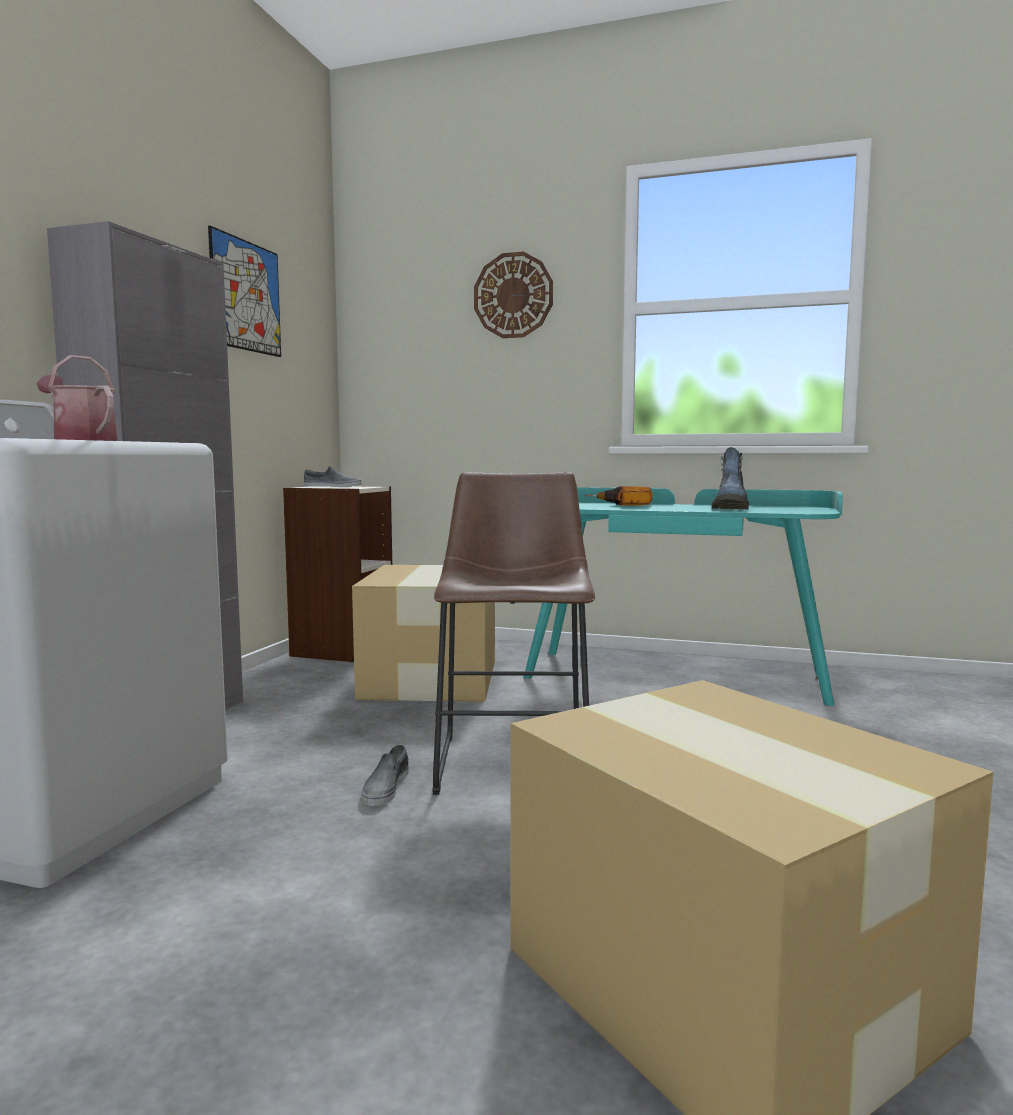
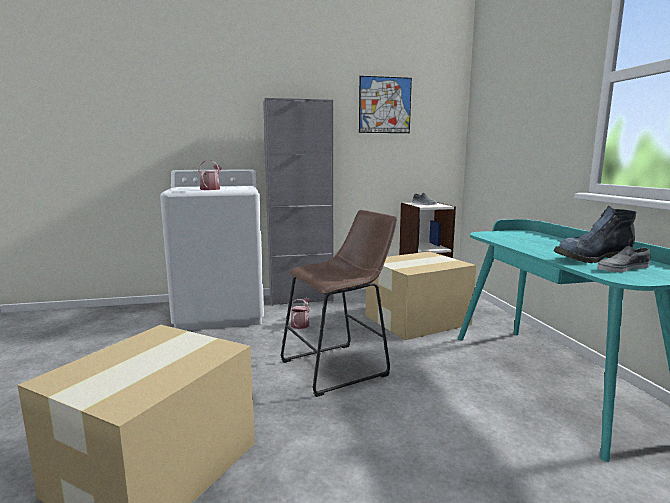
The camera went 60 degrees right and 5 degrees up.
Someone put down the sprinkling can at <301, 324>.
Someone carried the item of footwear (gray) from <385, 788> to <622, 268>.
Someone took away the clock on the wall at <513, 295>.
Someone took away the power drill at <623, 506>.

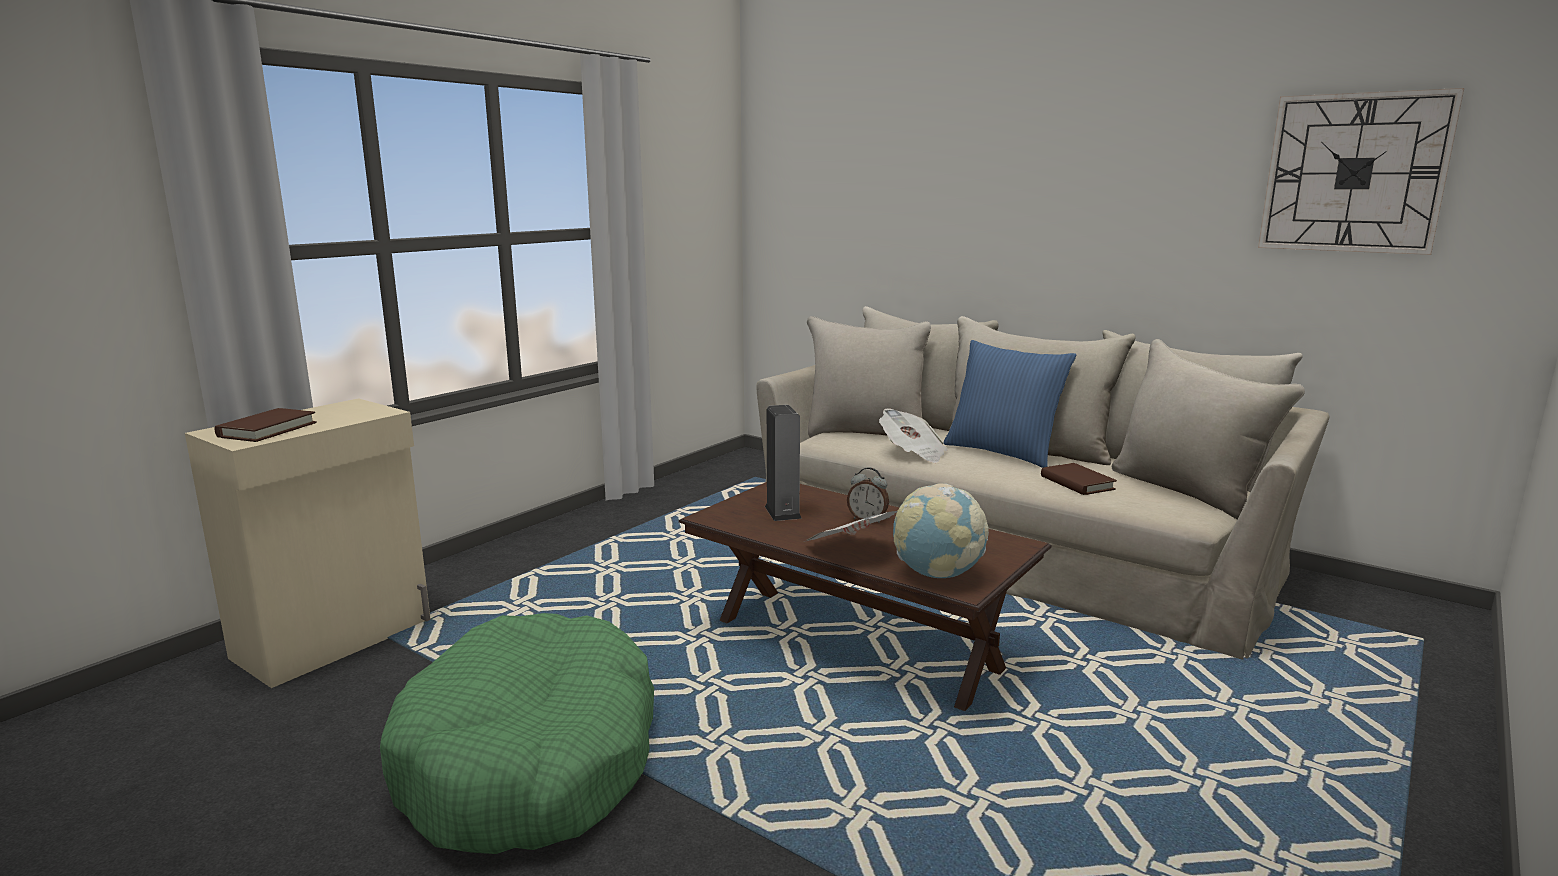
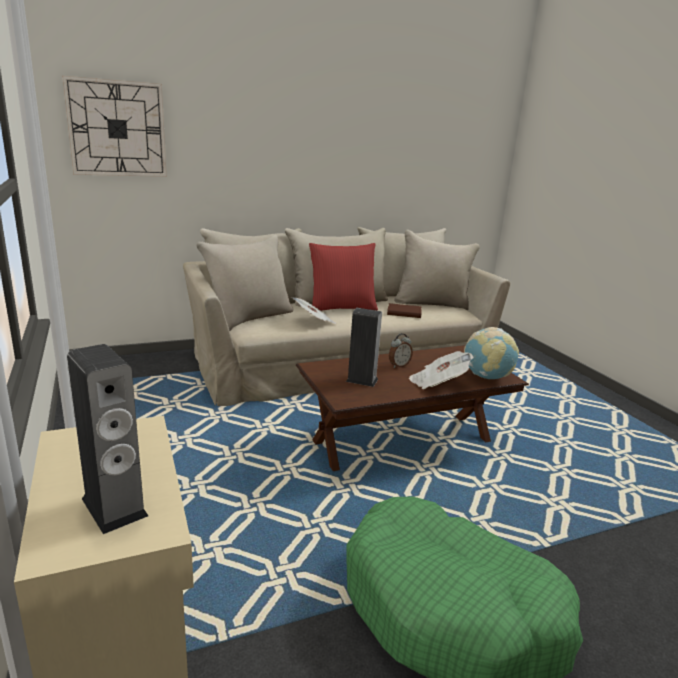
The camera went 60 degrees left and 5 degrees up.
Someone carried the clock on the wall from <1354, 173> to <117, 129>.
Someone swapped the bound book (brownish) at <267, 430> for the loudspeaker at <114, 507>.
Someone repainted the throw pillow (blue) at <1003, 452>, which became the throw pillow (reddish) at <341, 307>.

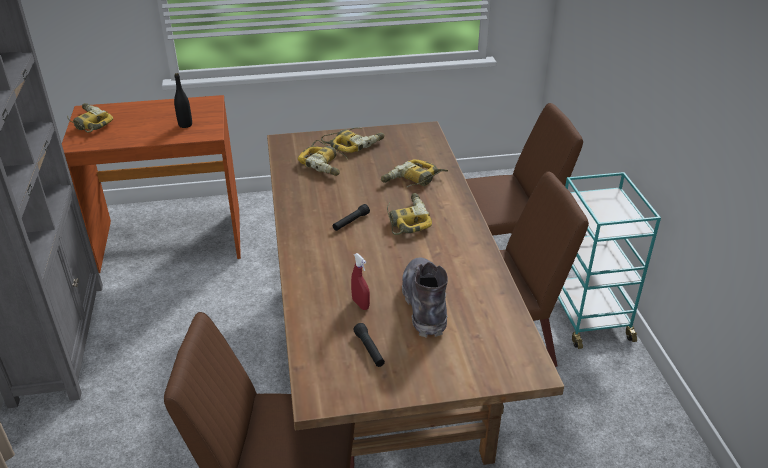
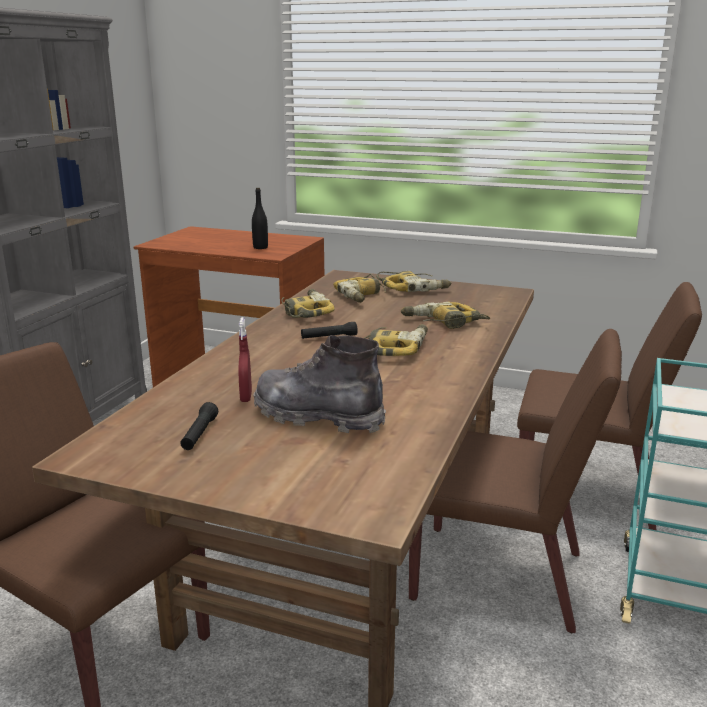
The camera went 30 degrees right and 15 degrees down.
Someone rotated the boot (gray) at <425, 305> by 90 degrees counterclockwise.
Someone carried the power drill from <88, 123> to <304, 312>.

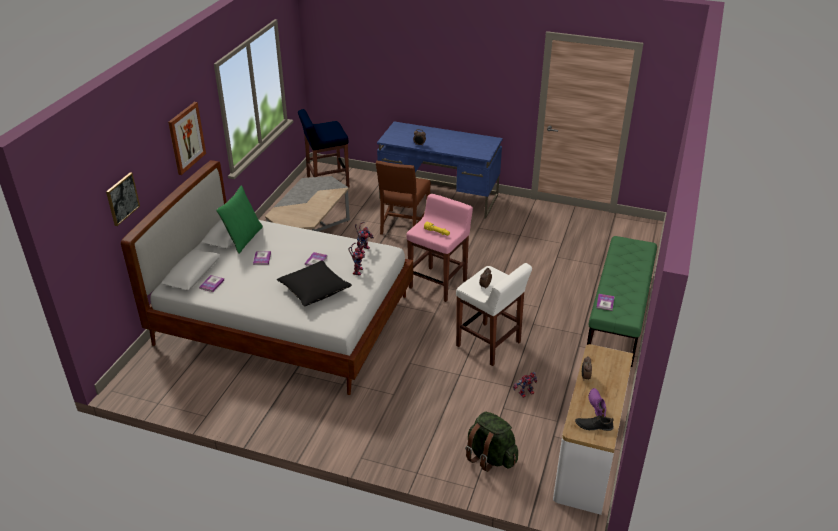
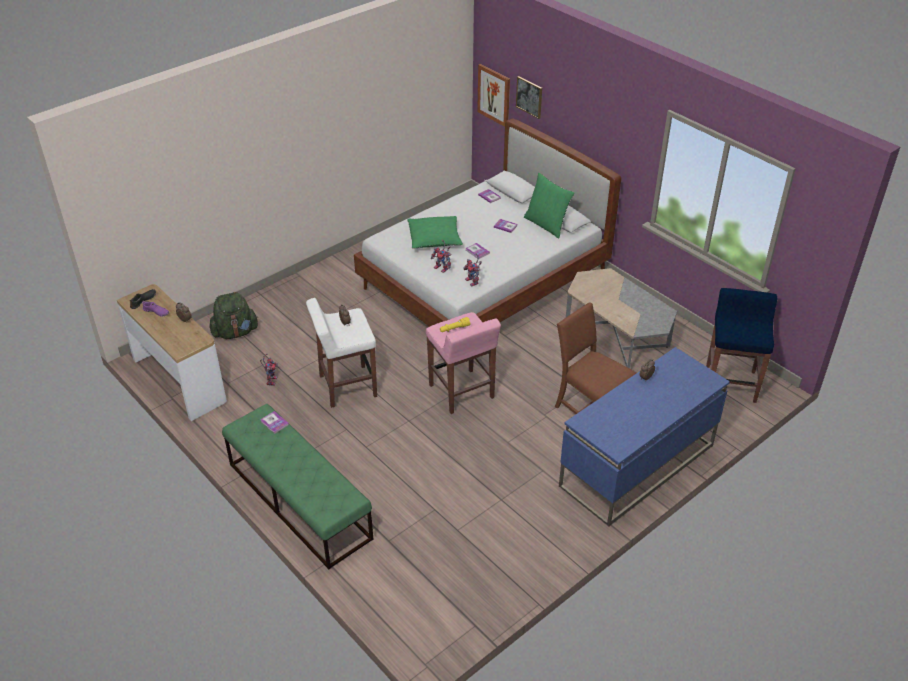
The camera went 120 degrees right and 5 degrees up.
Someone repainted the throw pillow (blackish) at <314, 290>, which became the throw pillow (green) at <434, 239>.
Someone carried the wall art from <186, 138> to <494, 95>.

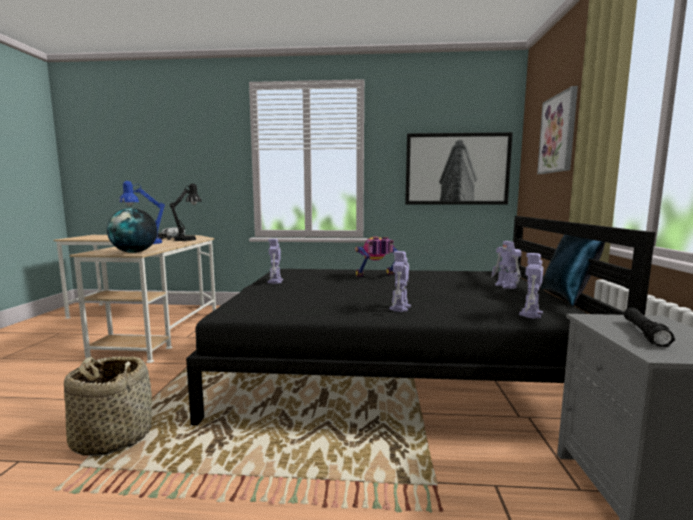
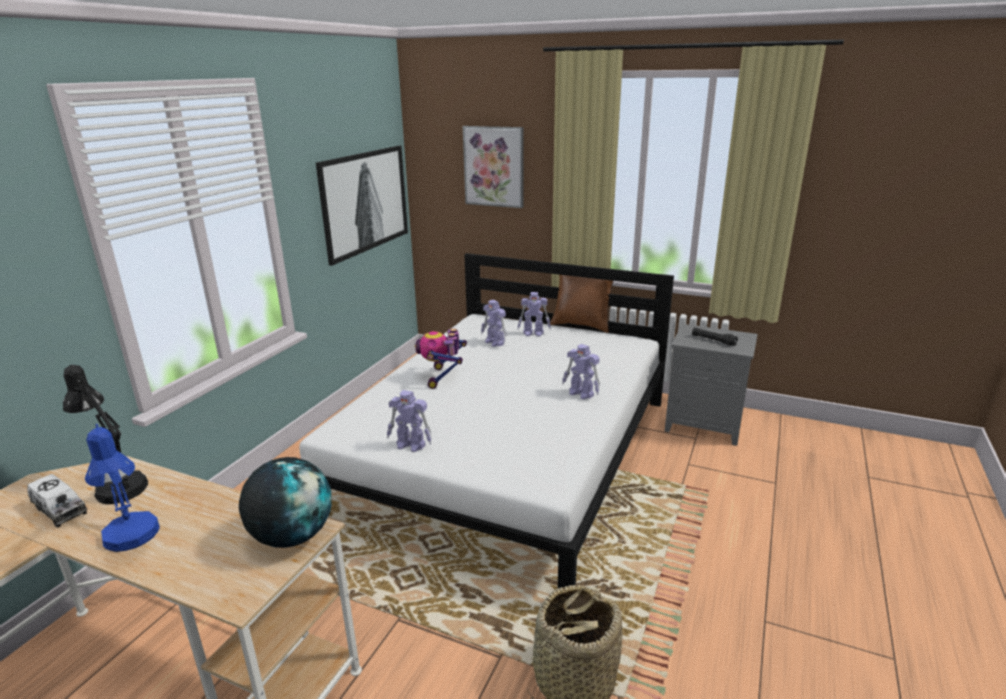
The camera went 70 degrees left and 15 degrees up.
Someone repainted the sleeping bed (blackish) at <394, 366>, which became the sleeping bed (white) at <508, 456>.
Someone carried the robot figure from <530, 314> to <495, 343>.
Someone repainted the throw pillow (blue) at <568, 297>, which became the throw pillow (brownish) at <582, 325>.

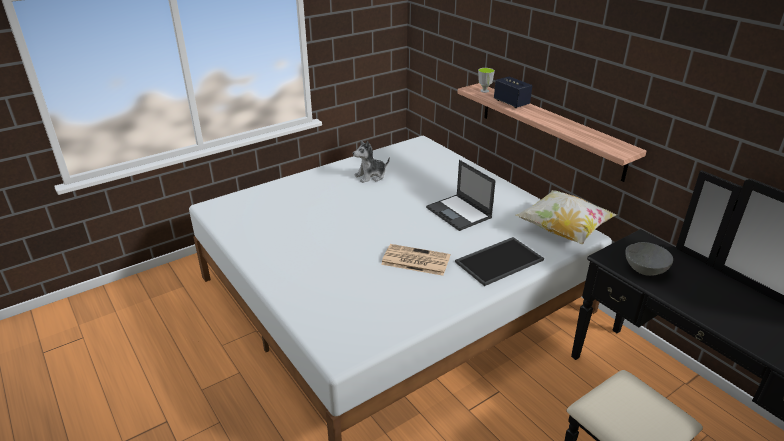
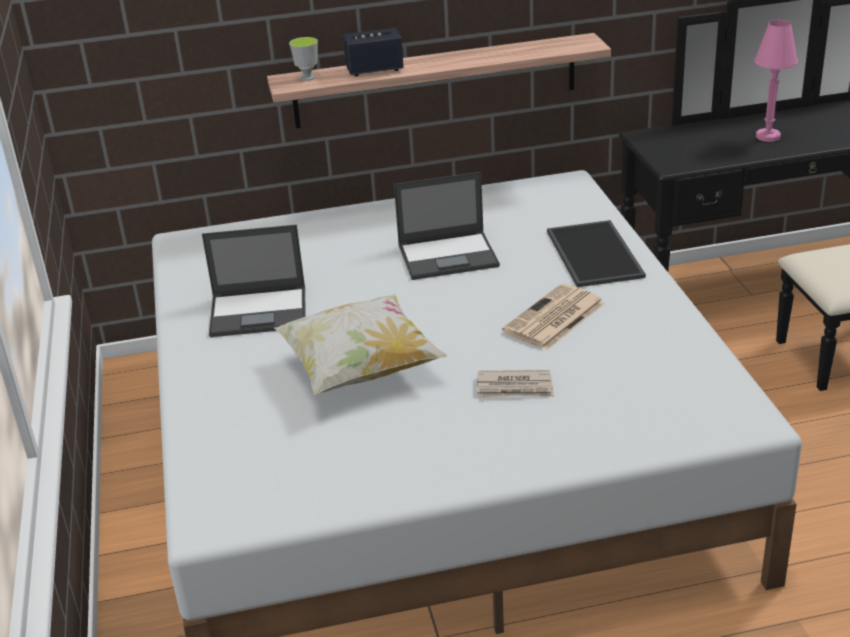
The camera went 65 degrees left and 0 degrees up.
Someone swapped the cuddly toy at <371, 176> for the portable computer at <260, 312>.
Someone carried the throw pillow from <563, 230> to <360, 369>.
Someone put down the daily paper at <515, 387>.
Someone put down the table lamp (pink-coloured) at <768, 136>.
Someone took away the bowl (gray) at <644, 269>.

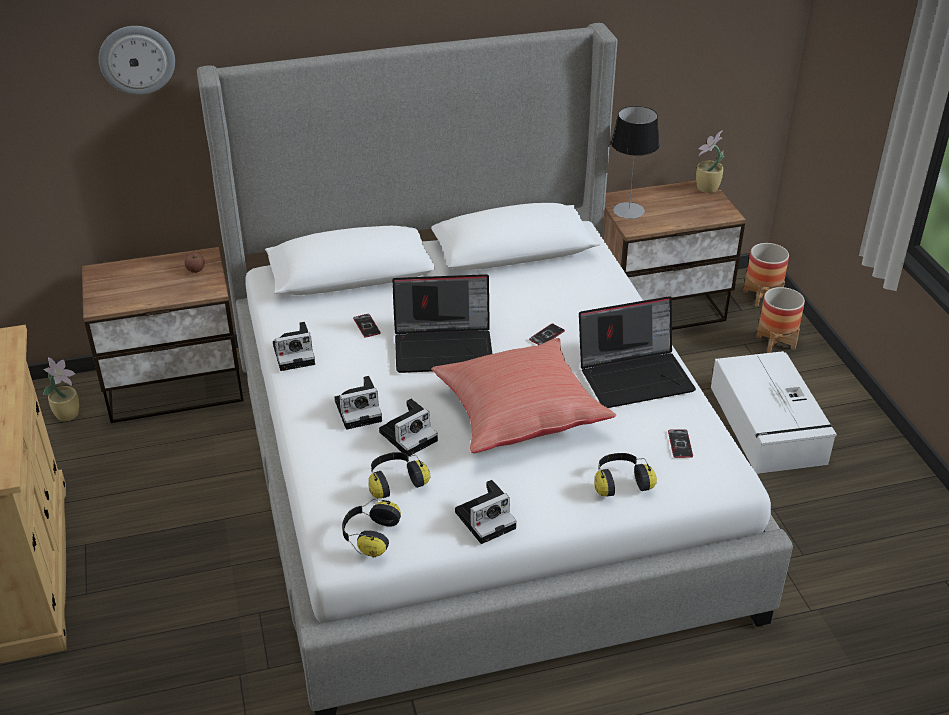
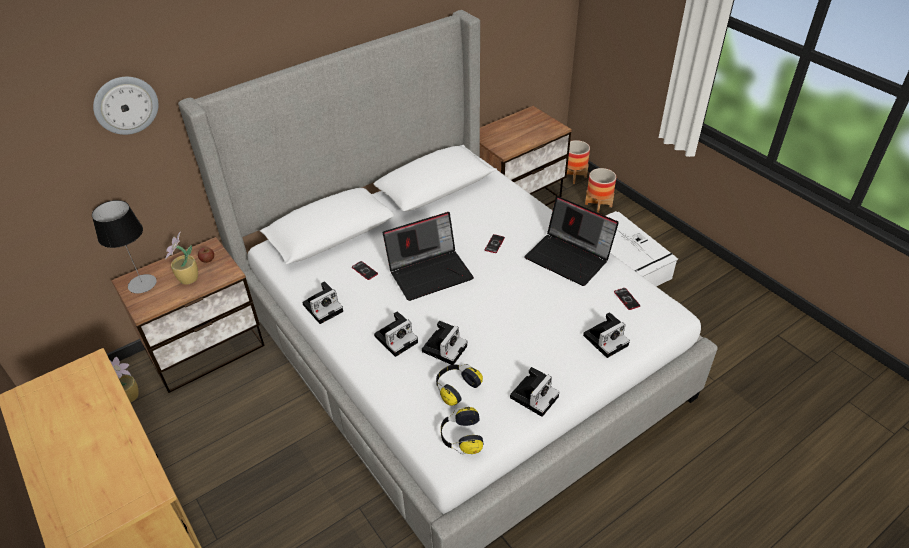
The camera went 20 degrees left and 5 degrees up.
Someone carried the table lamp from <629, 210> to <142, 284>.
Someone carried the potted plant from <706, 189> to <188, 279>.
Someone rotated the portable computer at <635, 376> by 75 degrees clockwise.
Someone swapped the headset at <620, 482> for the photo camera at <606, 339>.
Someone took away the throw pillow (reddish) at <518, 415>.

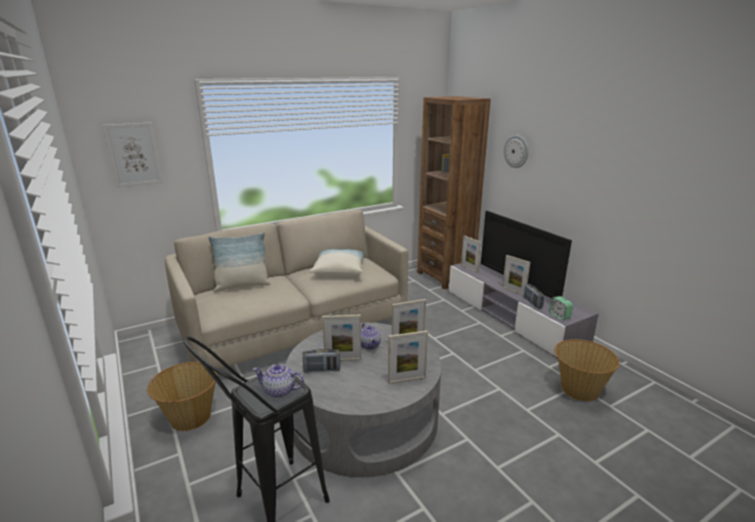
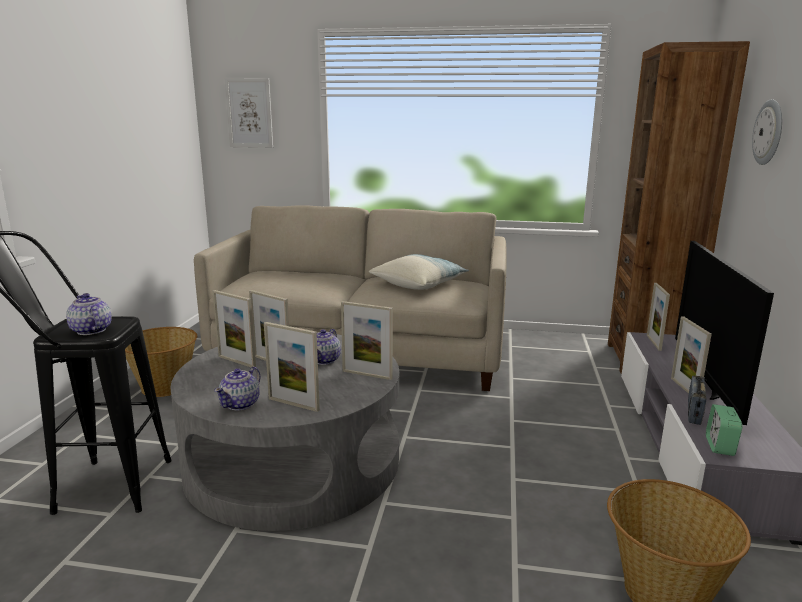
The camera went 40 degrees right and 5 degrees down.
Someone swapped the radio set at <322, 370> for the standing frame at <237, 361>.
Someone put down the teapot at <241, 404>.
Someone took away the throw pillow at <242, 286>.

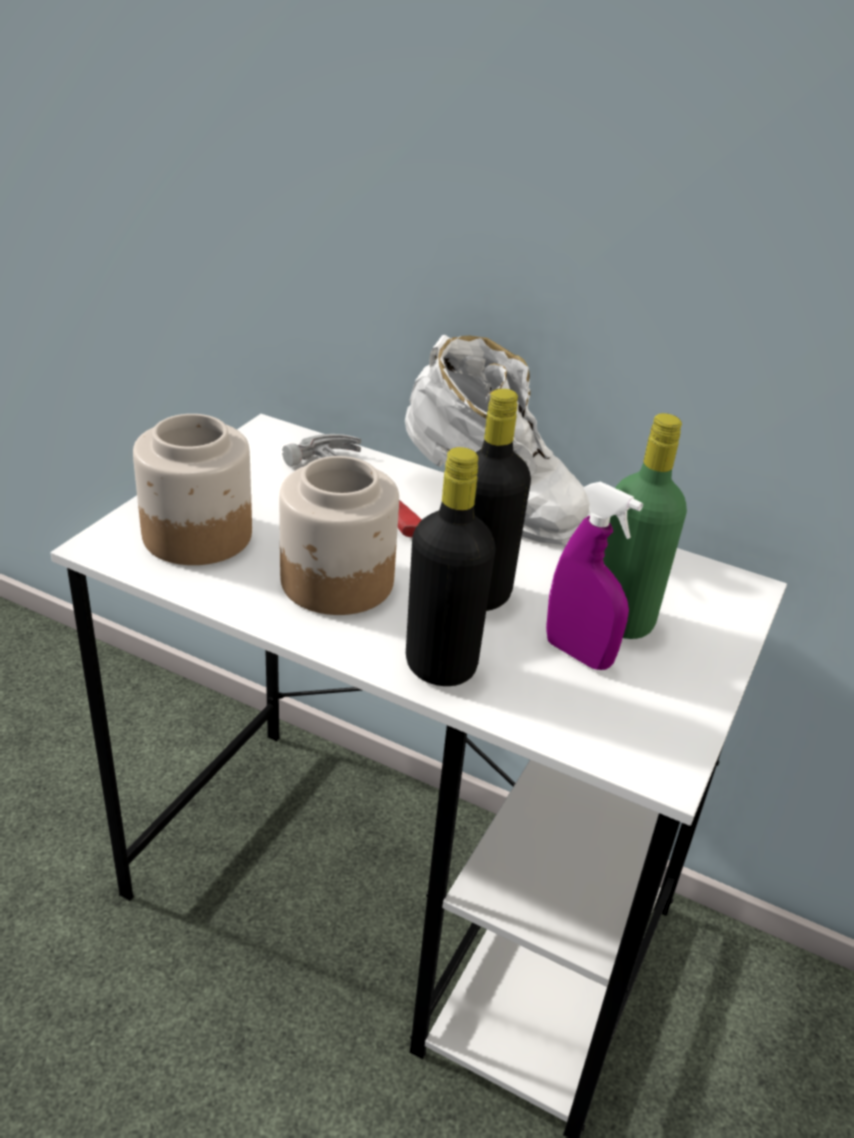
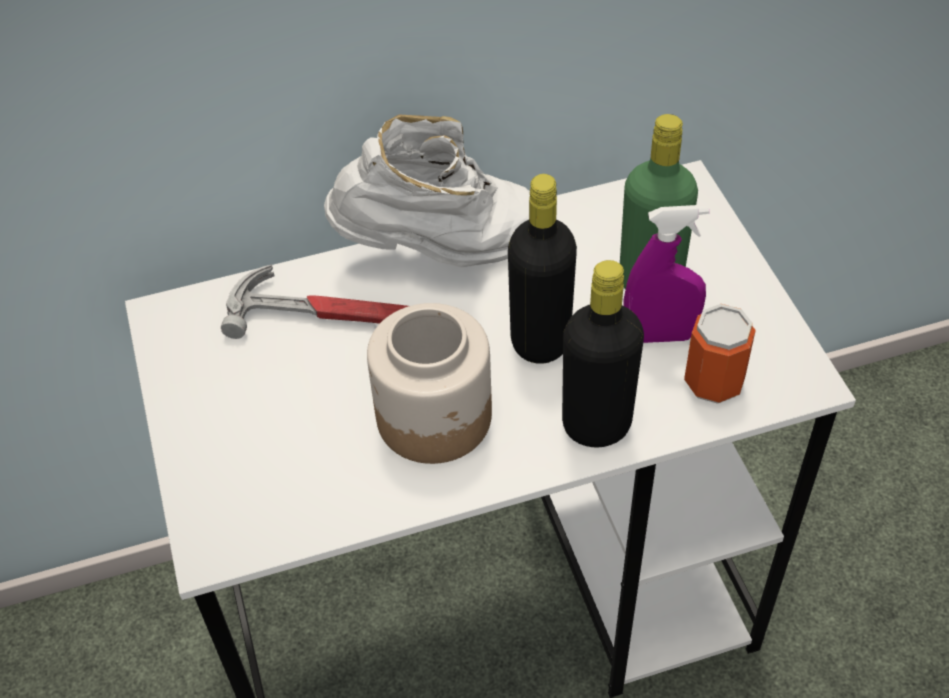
The camera went 40 degrees left and 15 degrees up.
Someone put down the metal can at <713, 382>.
Someone took away the storage jar at <196, 535>.

